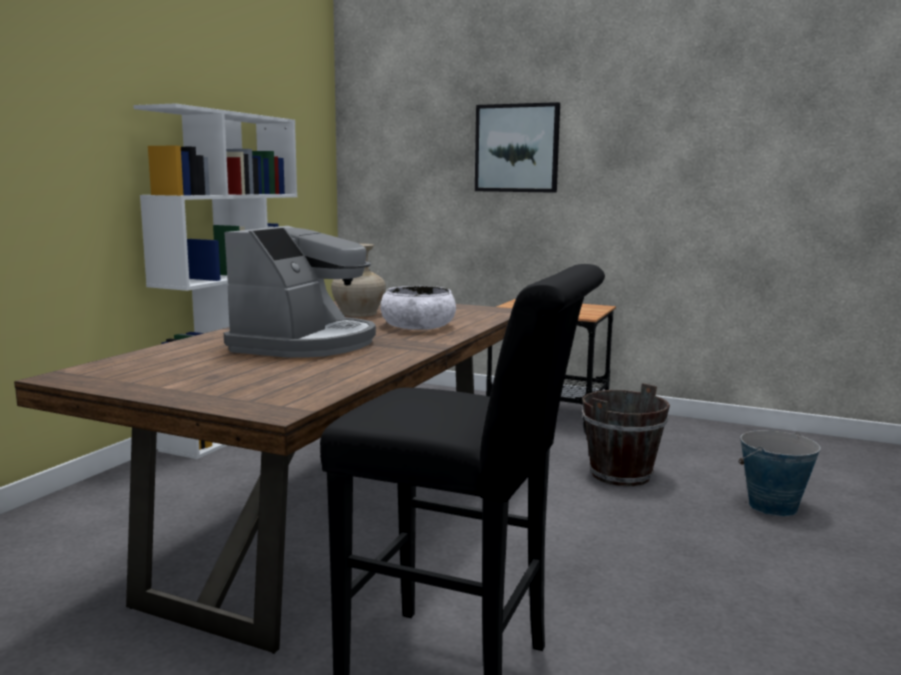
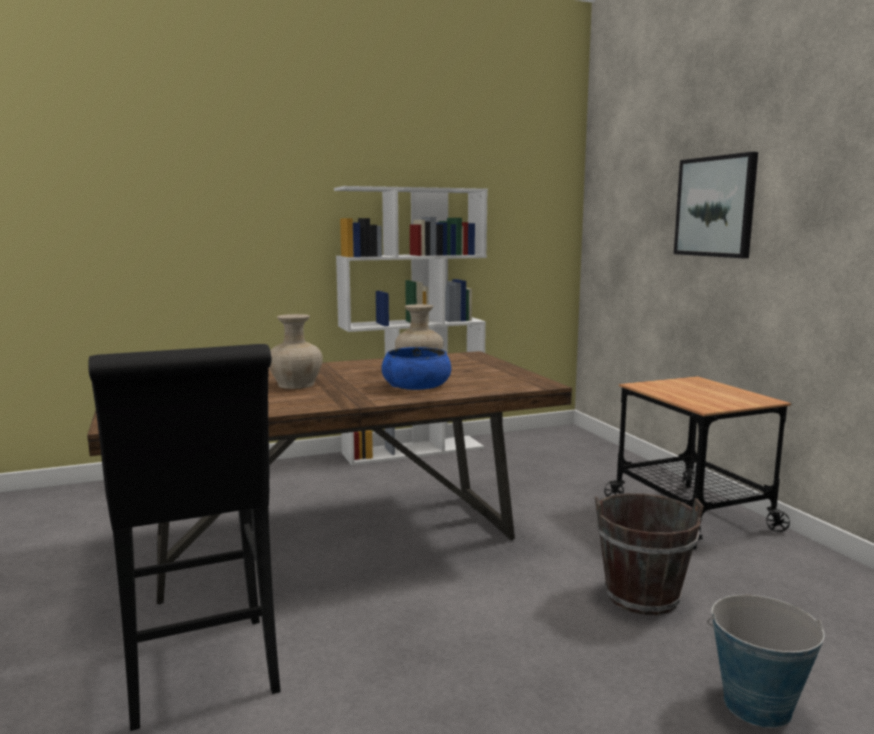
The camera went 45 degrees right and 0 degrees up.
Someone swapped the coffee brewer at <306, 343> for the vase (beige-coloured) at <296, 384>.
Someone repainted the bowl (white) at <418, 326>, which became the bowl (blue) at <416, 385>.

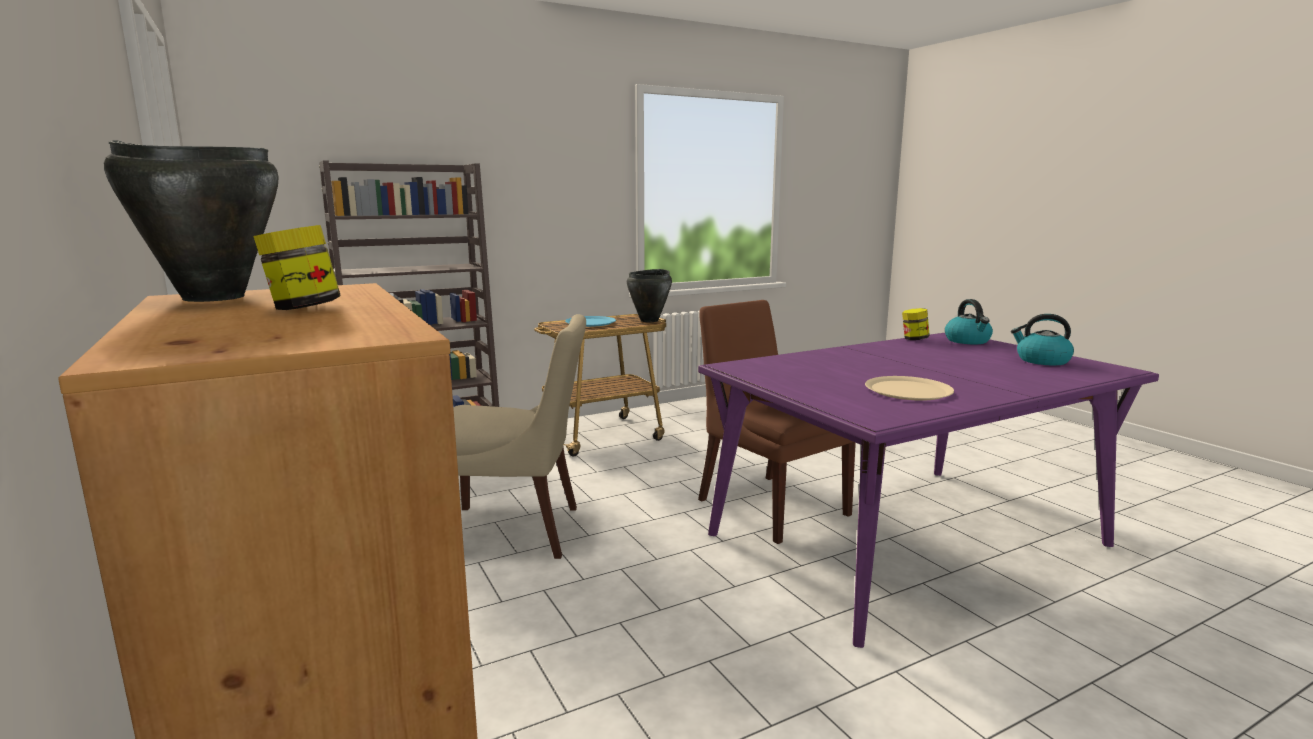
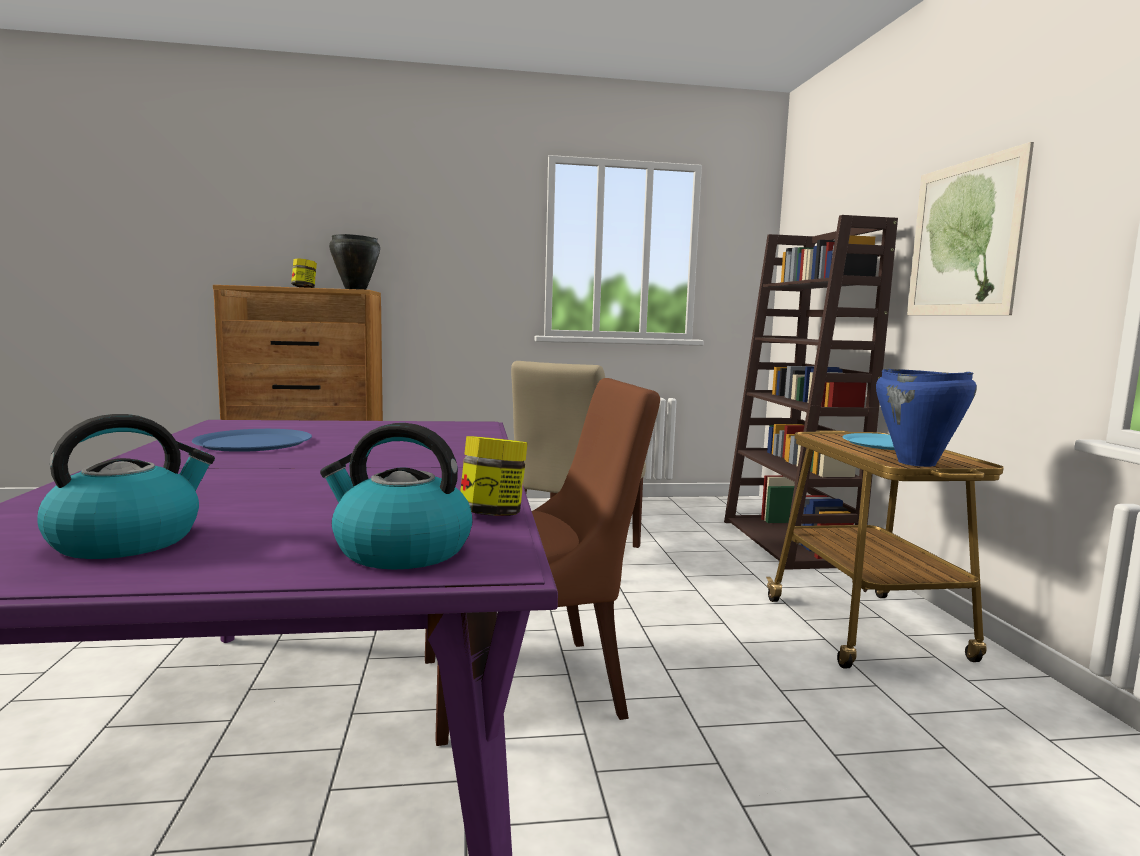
The camera went 110 degrees right and 5 degrees down.
Someone repainted the dinner plate (beige-coloured) at <908, 390>, which became the dinner plate (blue) at <253, 442>.
Someone repainted the saucepot (blackish) at <649, 320>, which became the saucepot (blue) at <917, 463>.
Someone put up the wall art at <964, 239>.

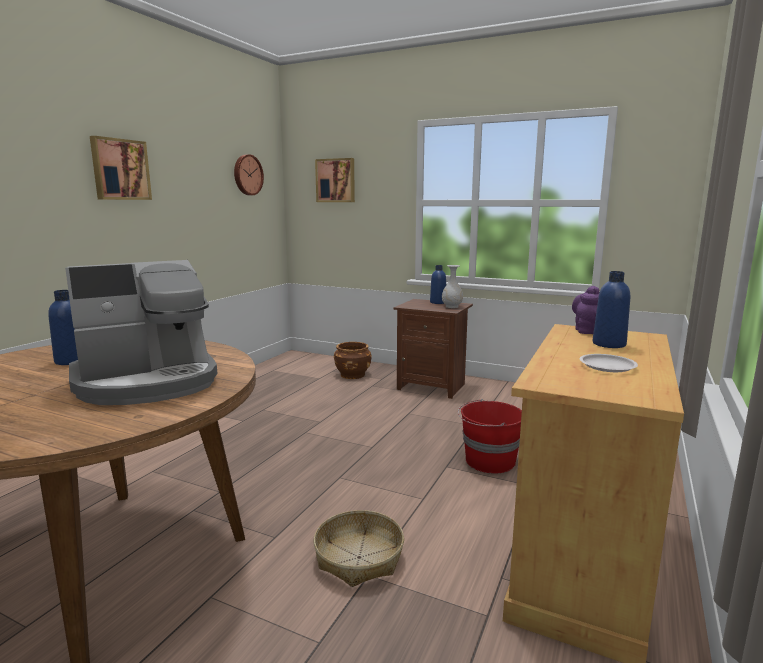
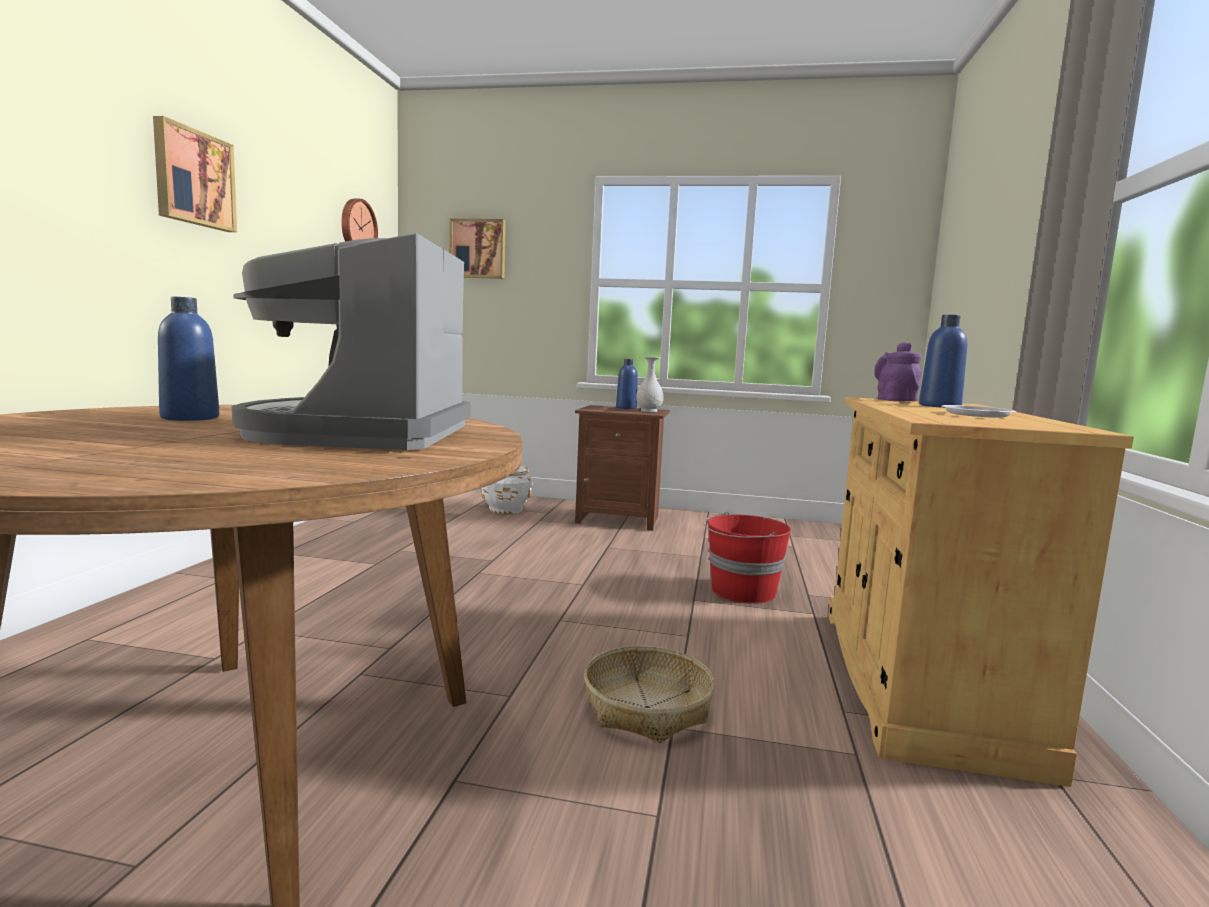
The camera went 15 degrees left and 5 degrees down.
Someone rotated the coffee brewer at <148, 382> by 135 degrees clockwise.
Someone repainted the flower pot (brownish) at <353, 375>, which became the flower pot (white) at <506, 509>.

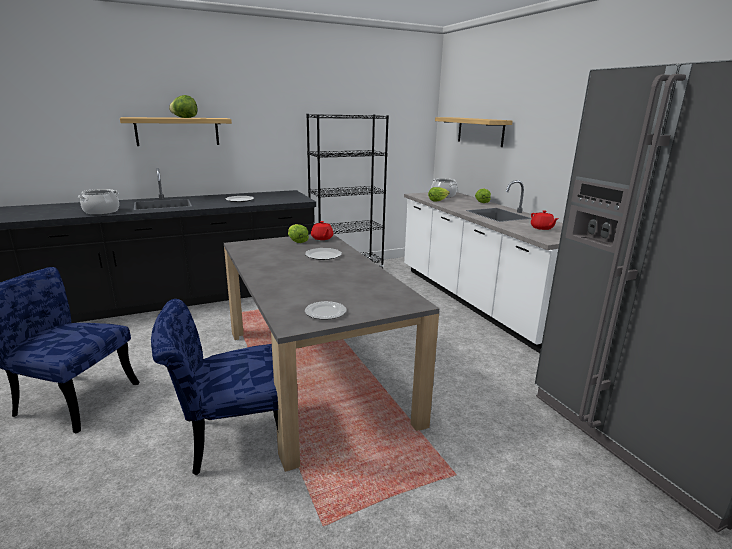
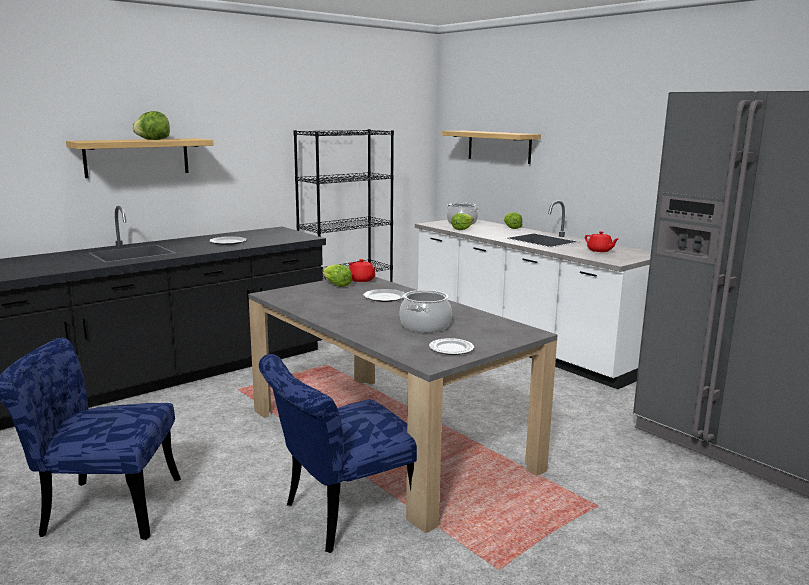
The camera went 15 degrees left and 5 degrees down.
Someone carried the saucepot from <101, 211> to <425, 326>.

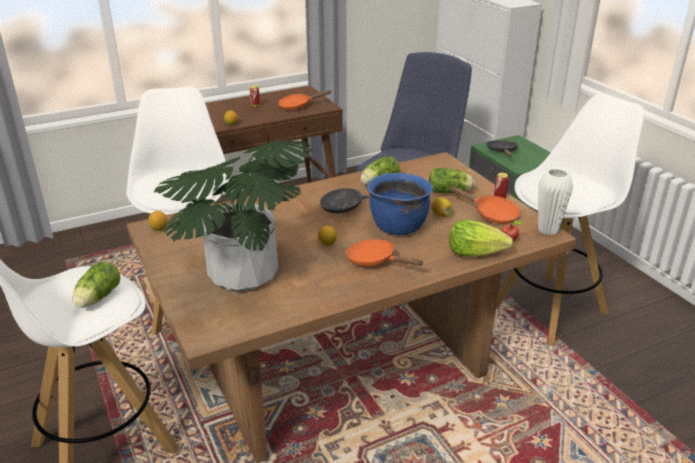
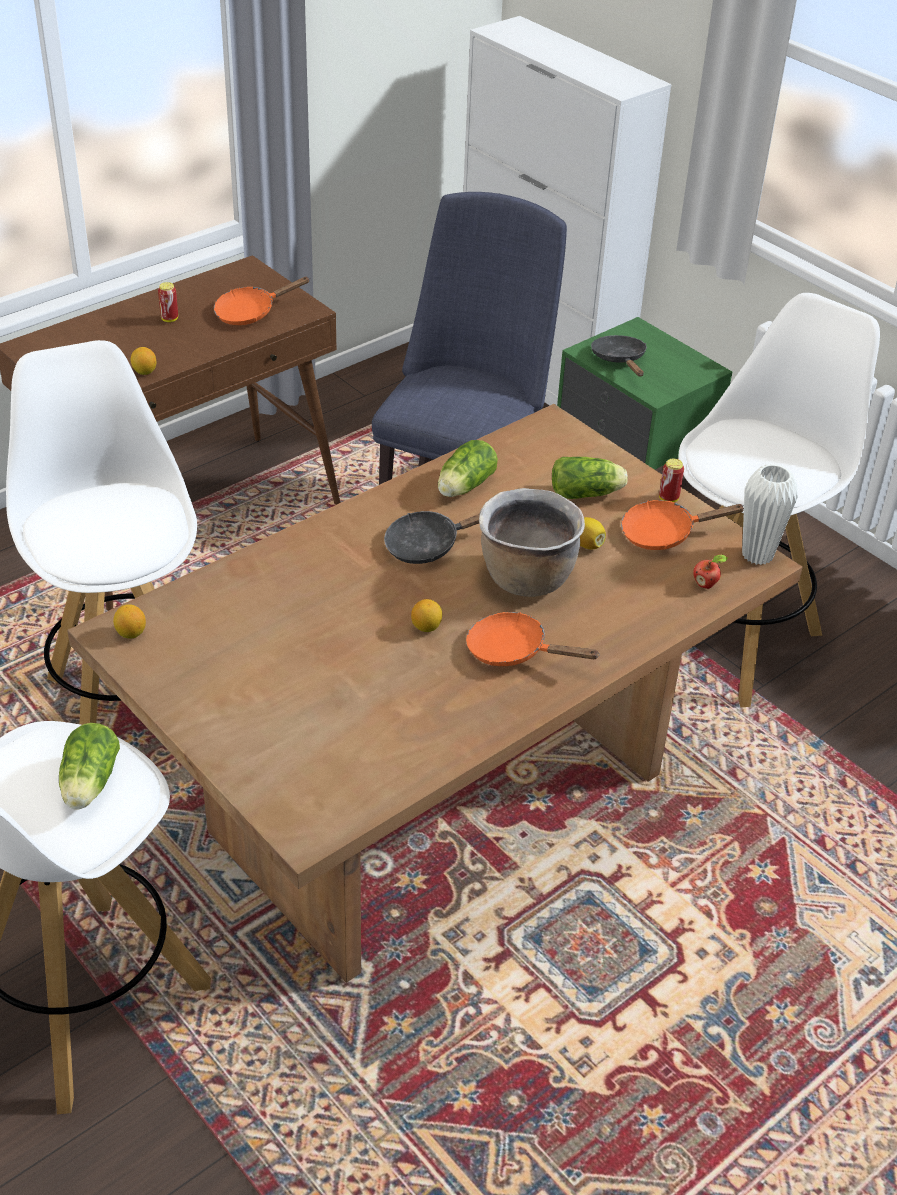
The camera went 15 degrees left and 10 degrees up.
Someone repainted the saucepot (blue) at <397, 226>, which became the saucepot (brownish) at <526, 577>.
Someone rotated the frying pan (orange) at <491, 214> by 150 degrees clockwise.
Someone took away the potted plant at <242, 275>.
Someone took away the head of lettuce at <475, 252>.

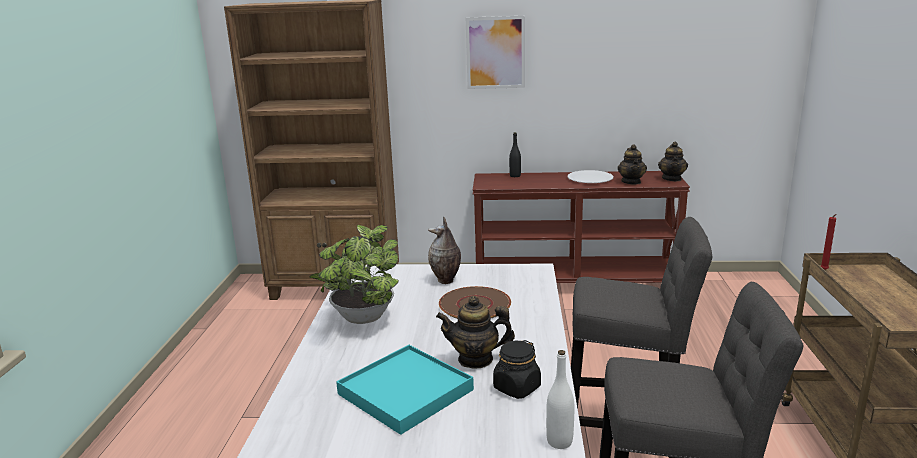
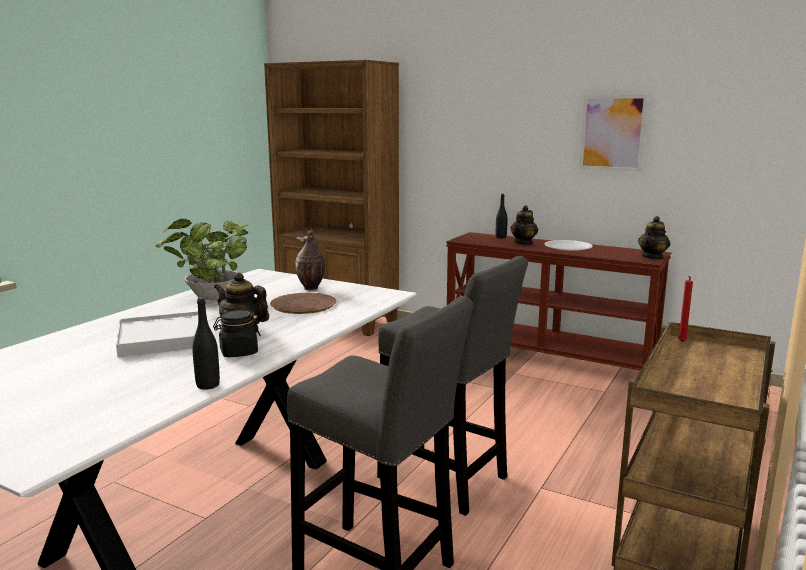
The camera went 25 degrees right and 5 degrees down.
Someone repainted the carrying tray (turquoise) at <405, 392>, which became the carrying tray (white) at <162, 338>.
Someone repainted the drink bottle (white) at <559, 441>, which became the drink bottle (blackish) at <208, 385>.
Someone carried the teapot from <631, 182> to <524, 243>.
Someone carried the wall art from <495, 52> to <612, 133>.

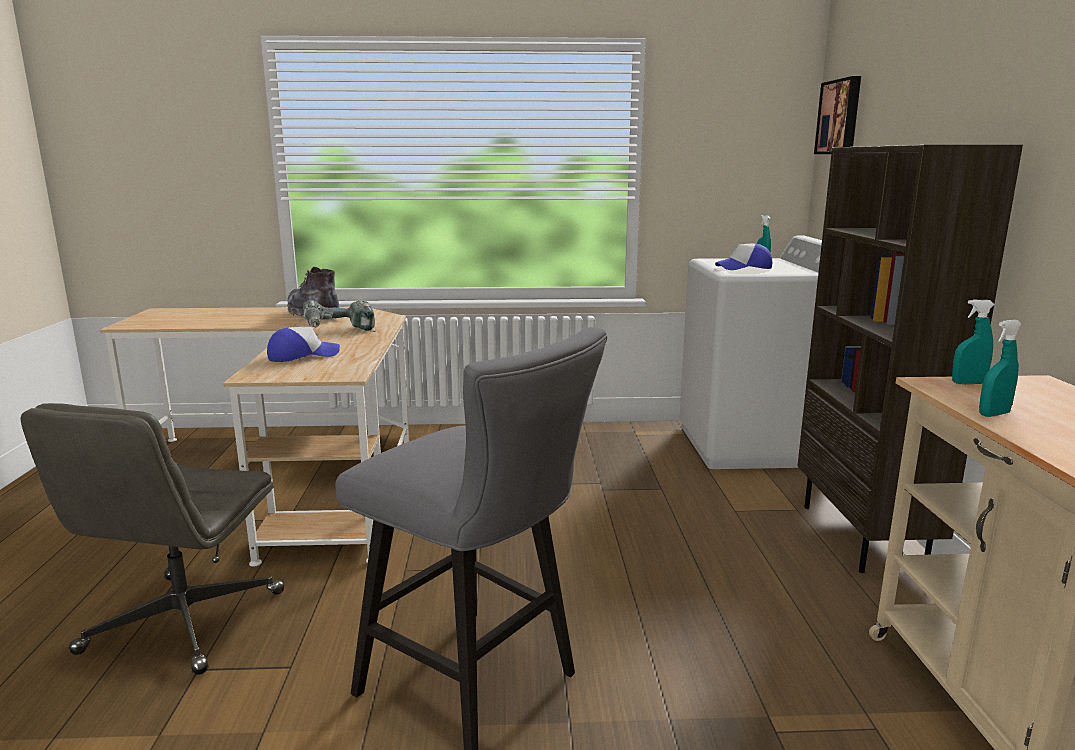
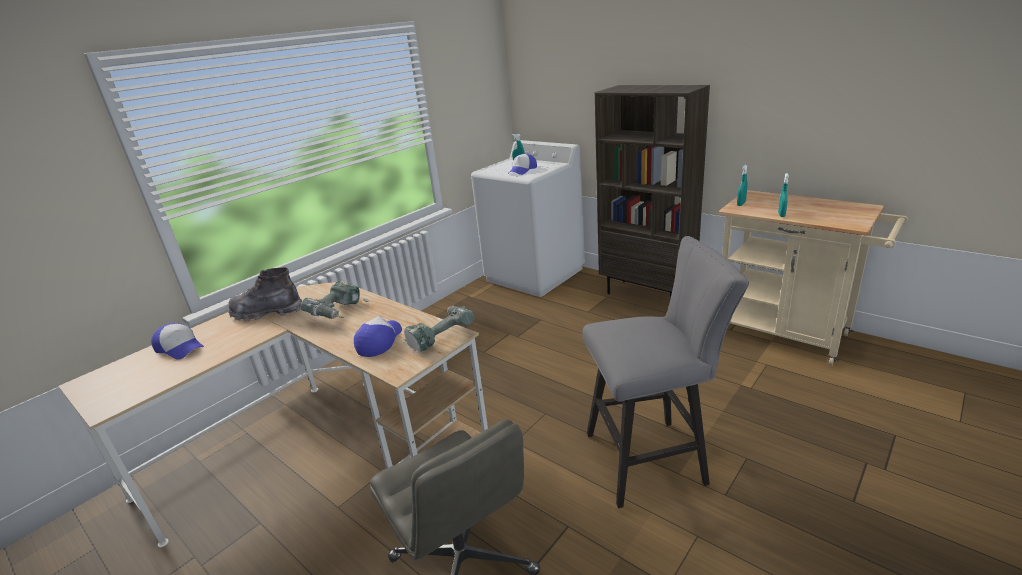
The camera went 45 degrees left and 10 degrees up.
Someone put down the baseball cap at <180, 347>.
Someone put down the power drill at <439, 337>.
Someone took away the wall art at <840, 117>.

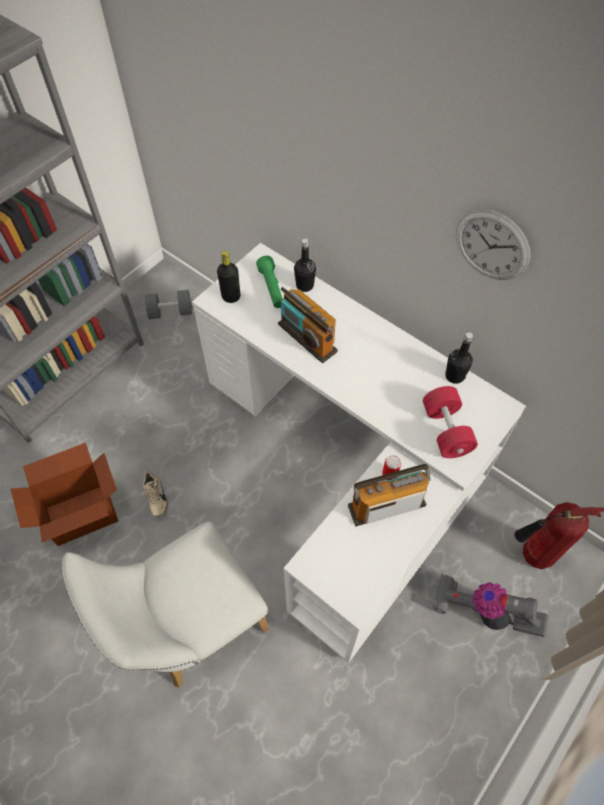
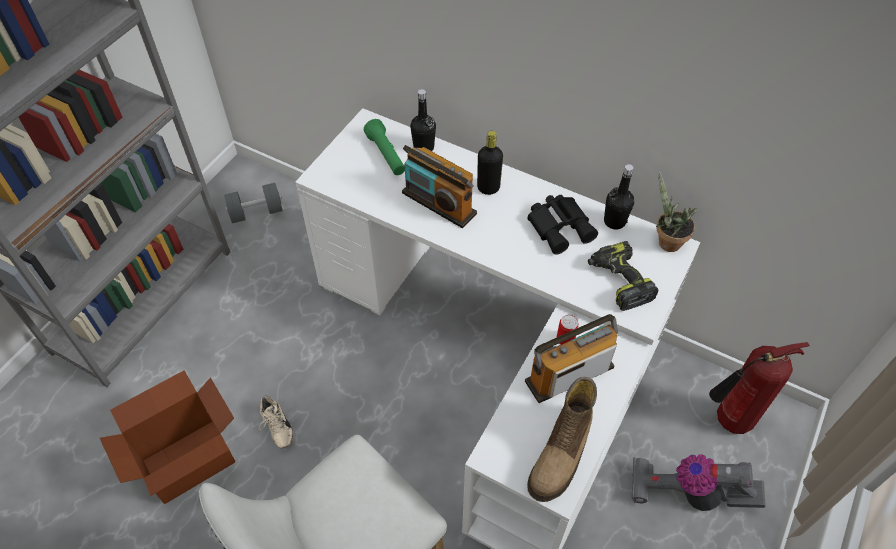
The camera went 10 degrees left and 5 degrees down.
Someone carried the drink bottle (blackish) from <231, 297> to <488, 188>.
Someone put down the boot at <561, 455>.
Someone put down the binoculars (blackish) at <560, 226>.
Someone swapped the free weight (reddish) at <446, 430> for the power drill at <618, 281>.
Someone put down the potted plant at <666, 242>.
Someone took away the clock on the wall at <492, 245>.

